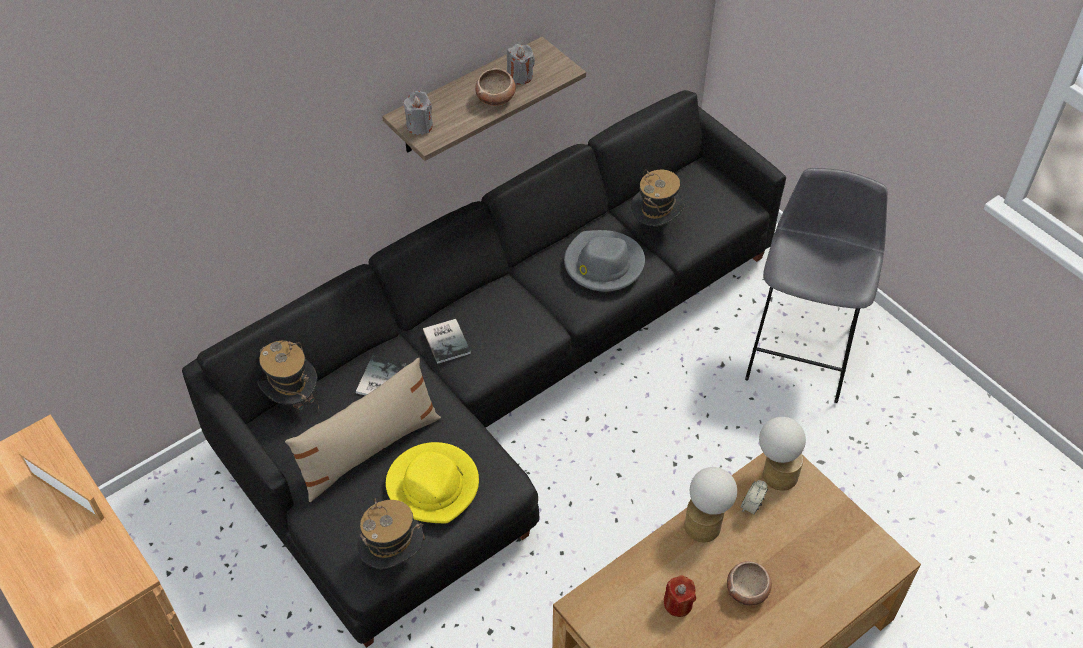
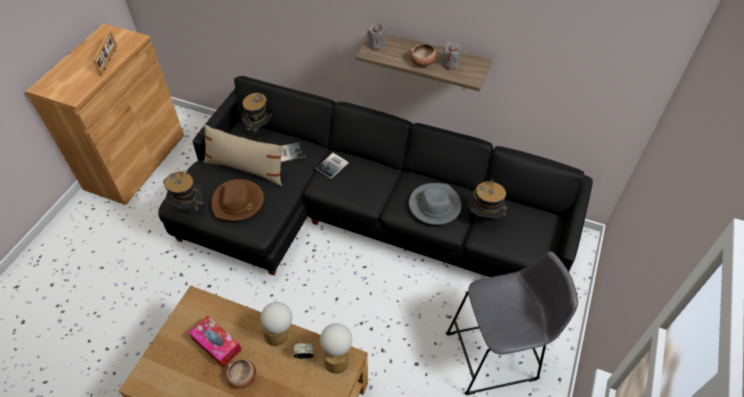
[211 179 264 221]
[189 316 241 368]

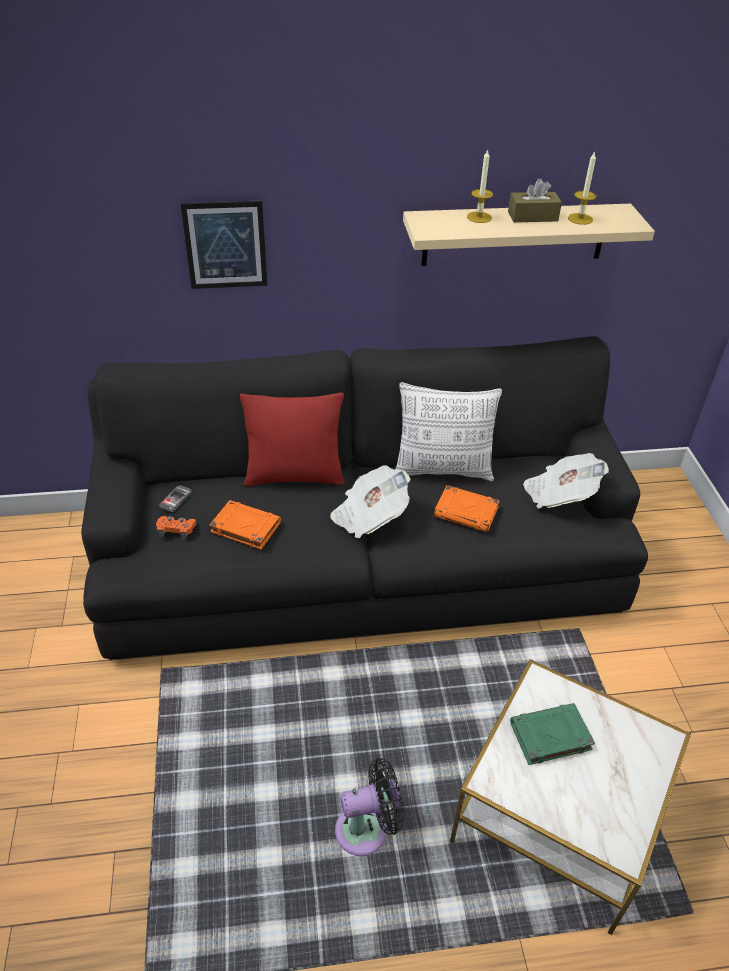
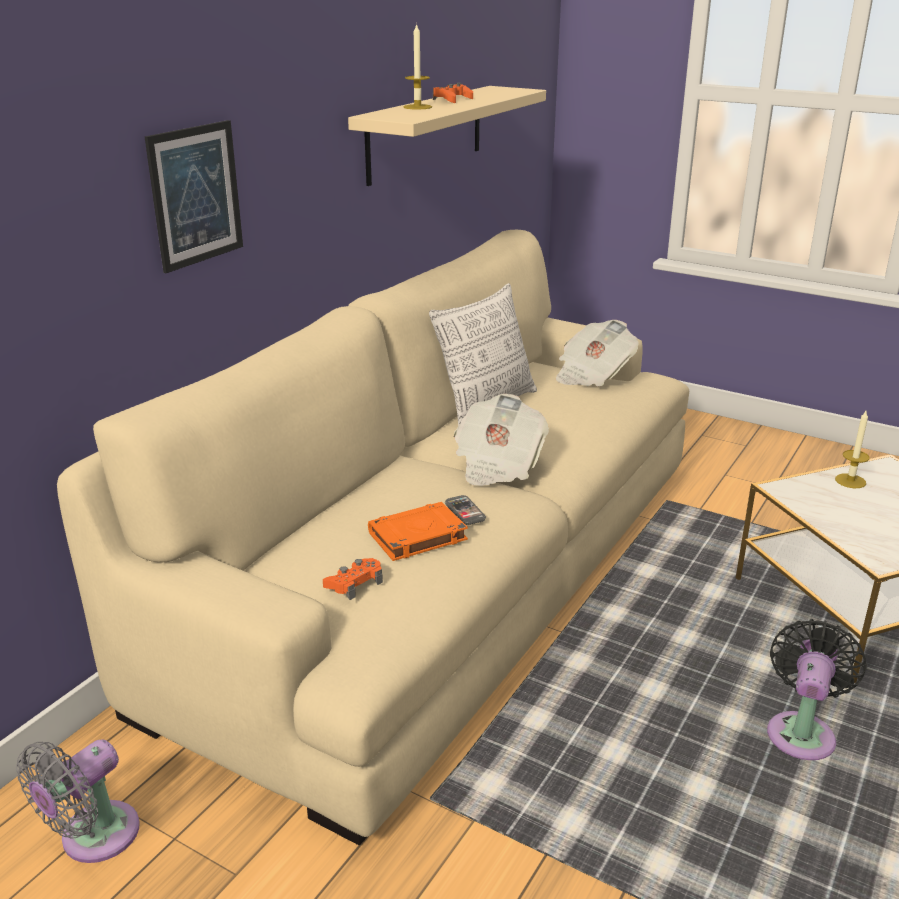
[57 230 689 845]
[445 495 486 525]
[240 393 345 486] (first image)
[434 485 500 532] (first image)
[433 83 473 103]
[510 703 595 765] (first image)
[835 409 870 488]
[16 740 140 863]

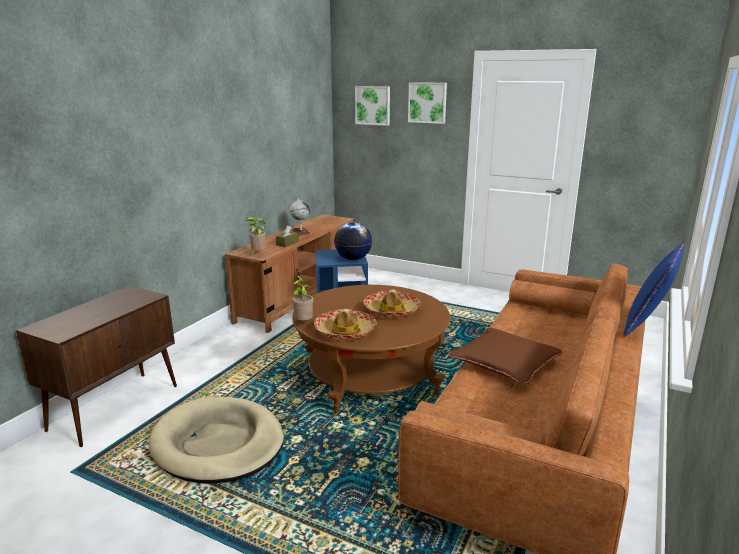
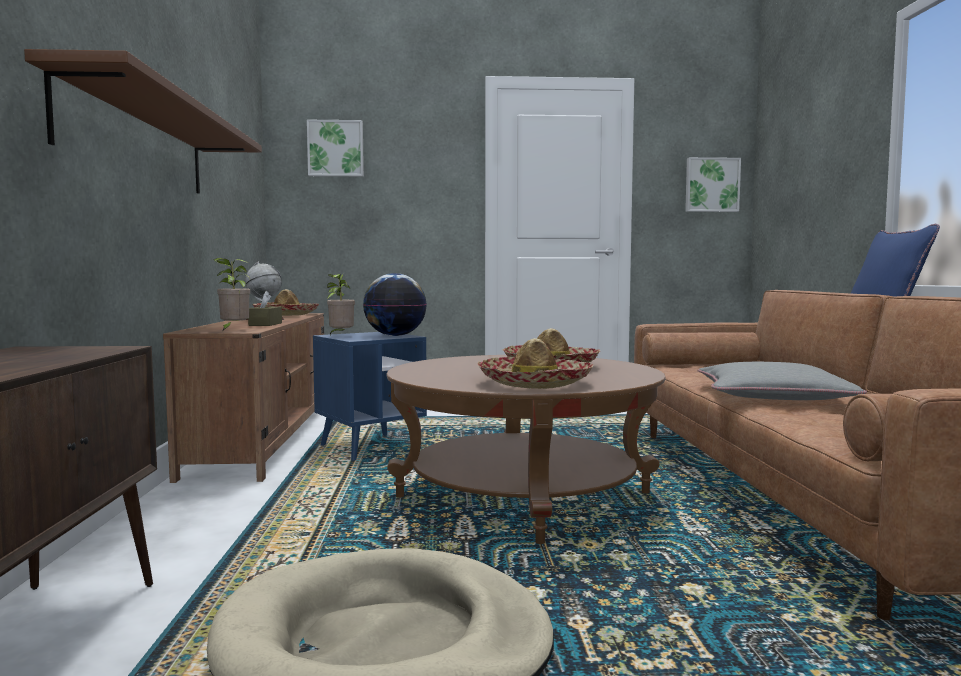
[327 274 355 335]
[685 157 741 212]
[698 362 867 400]
[24 49 262 194]
[253 289 319 316]

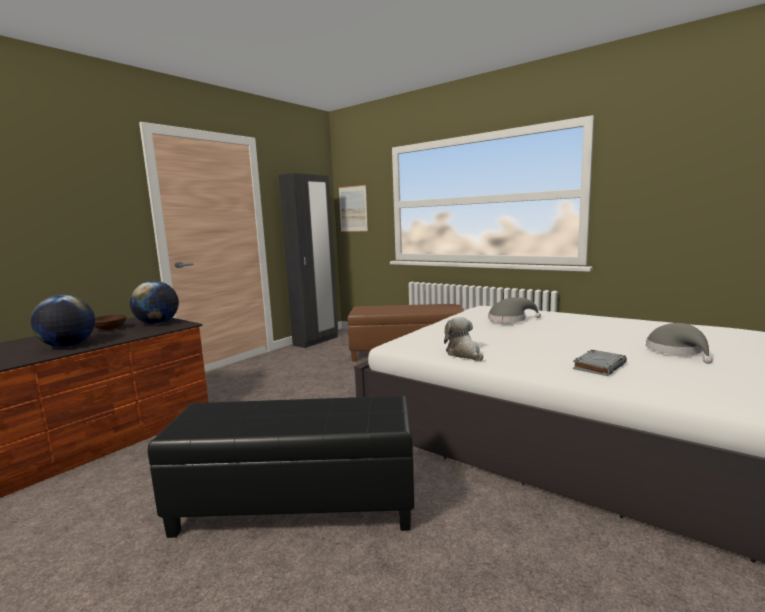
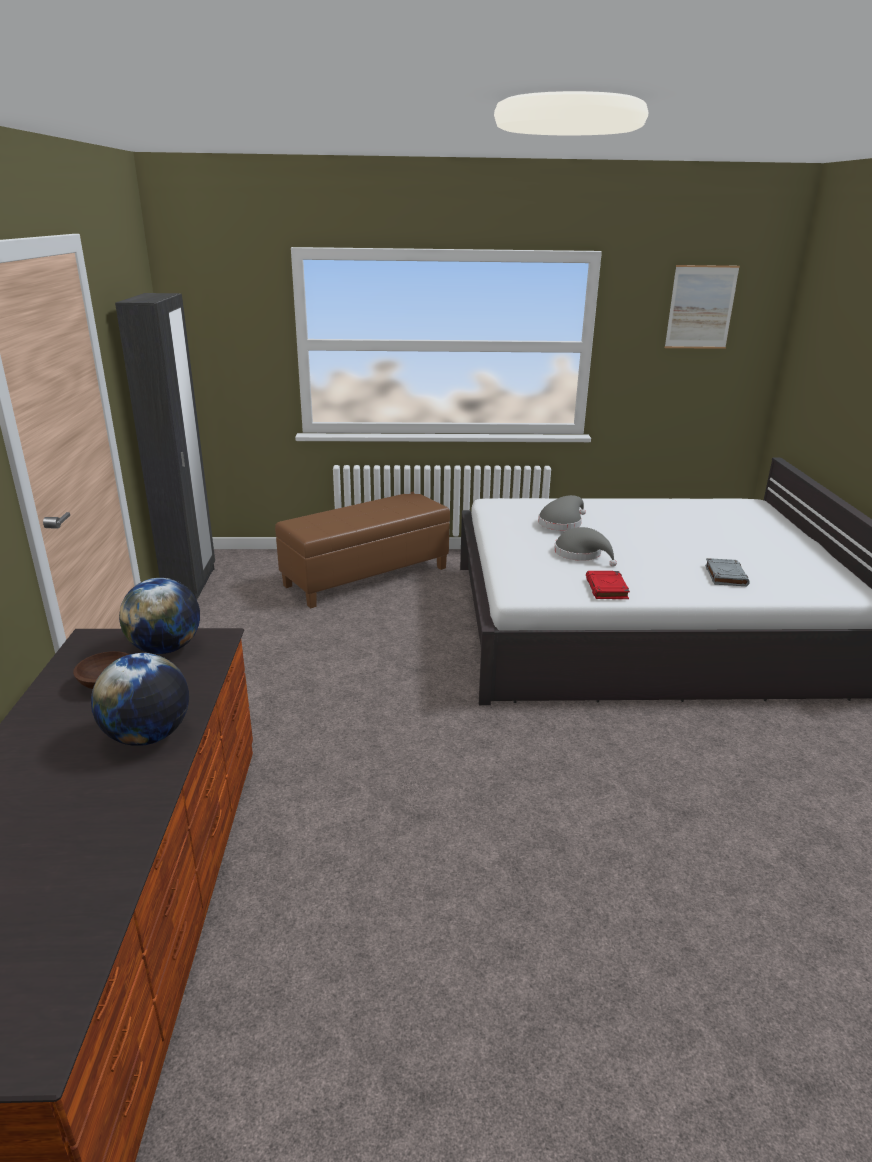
[147 396 414 538] (first image)
[665 265 740 349]
[586 571 630 599]
[554 527 617 567]

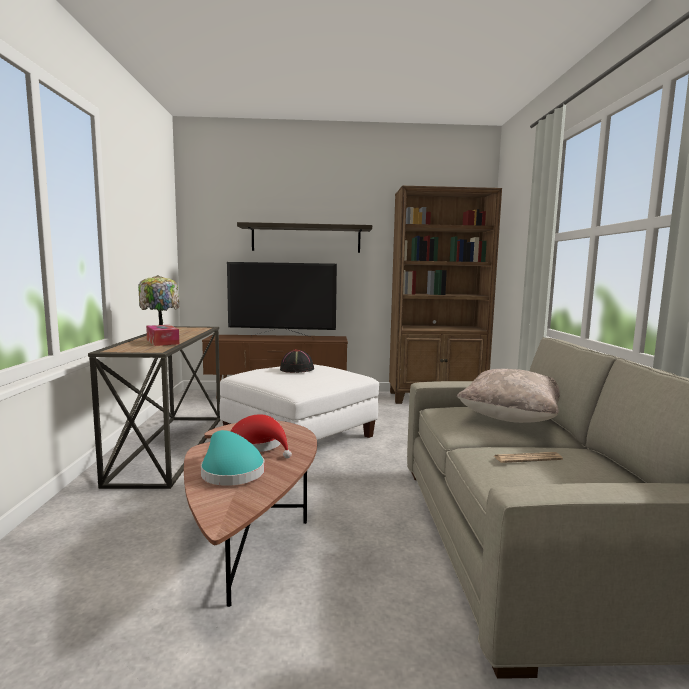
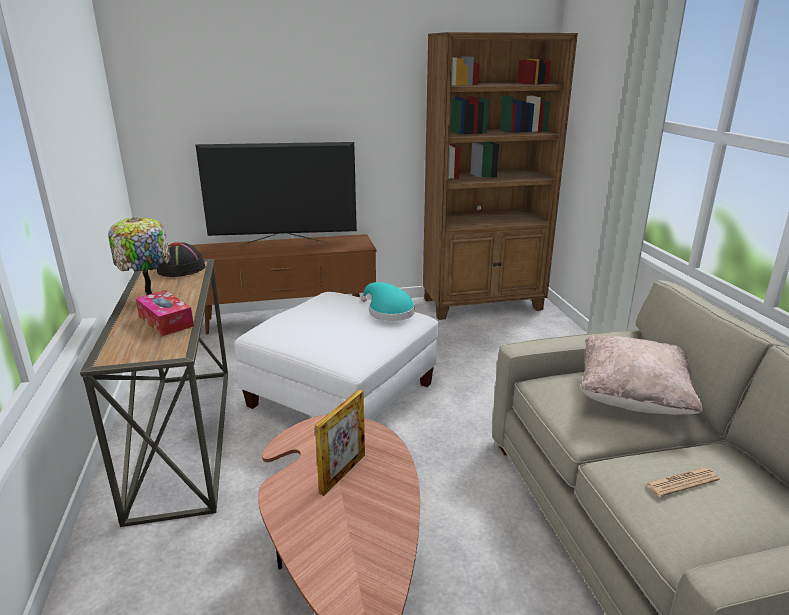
[361 282 415 321]
[315 389 365 496]
[237 222 372 253] (first image)
[157 242 206 277]

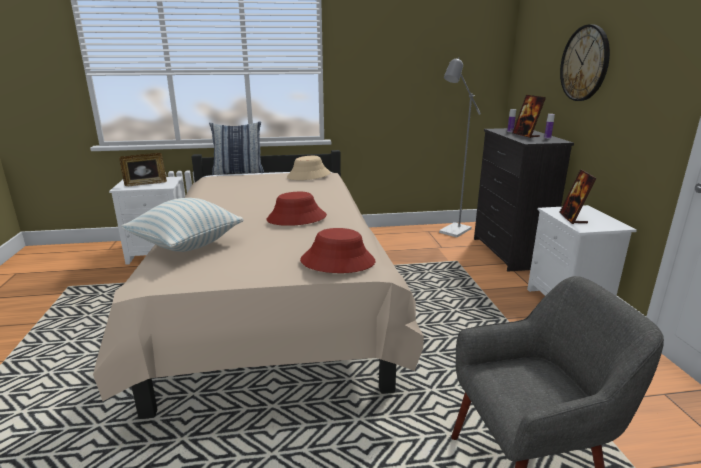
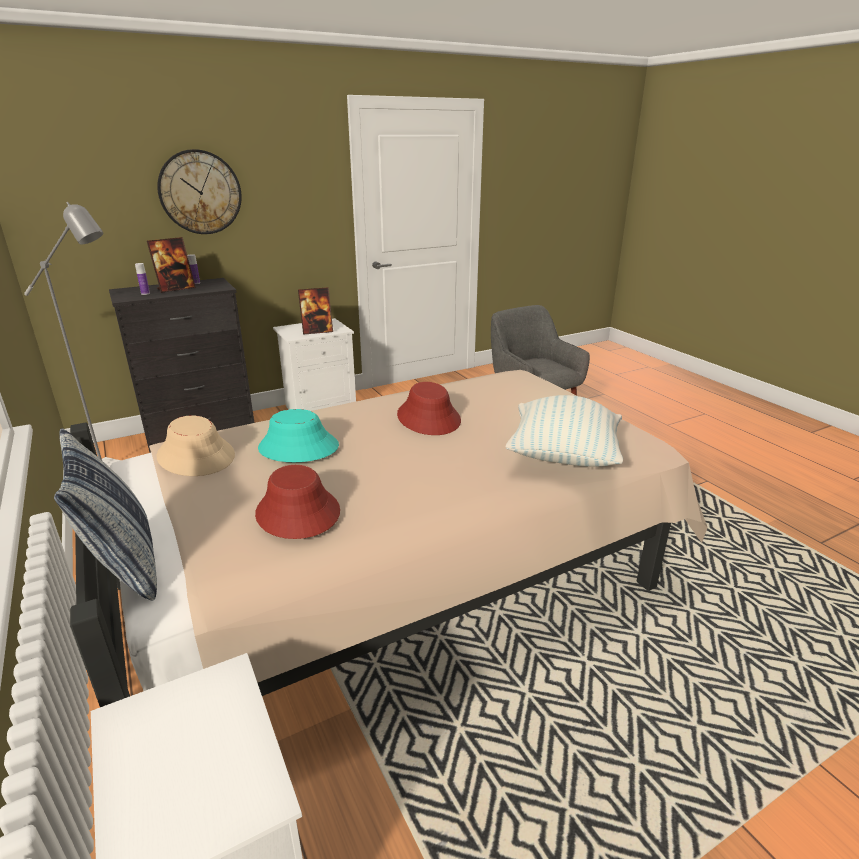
[119 153 167 186] (first image)
[255 465 340 539]
[258 409 339 462]

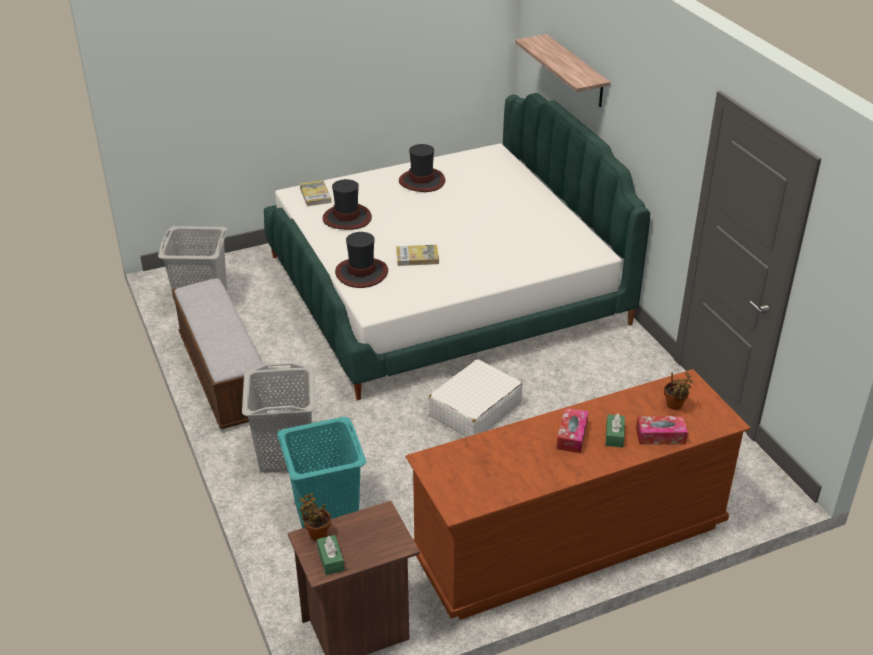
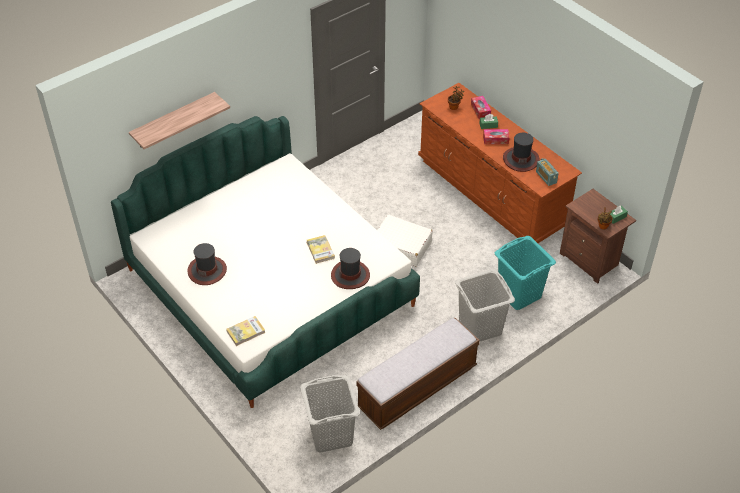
[503 133 539 172]
[536 158 559 186]

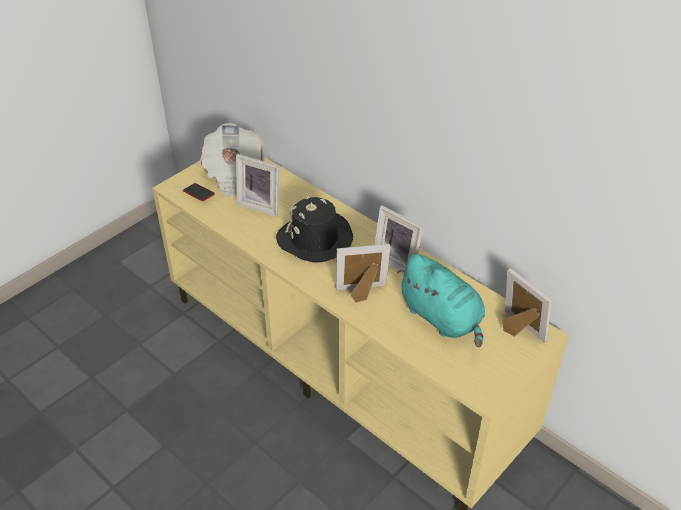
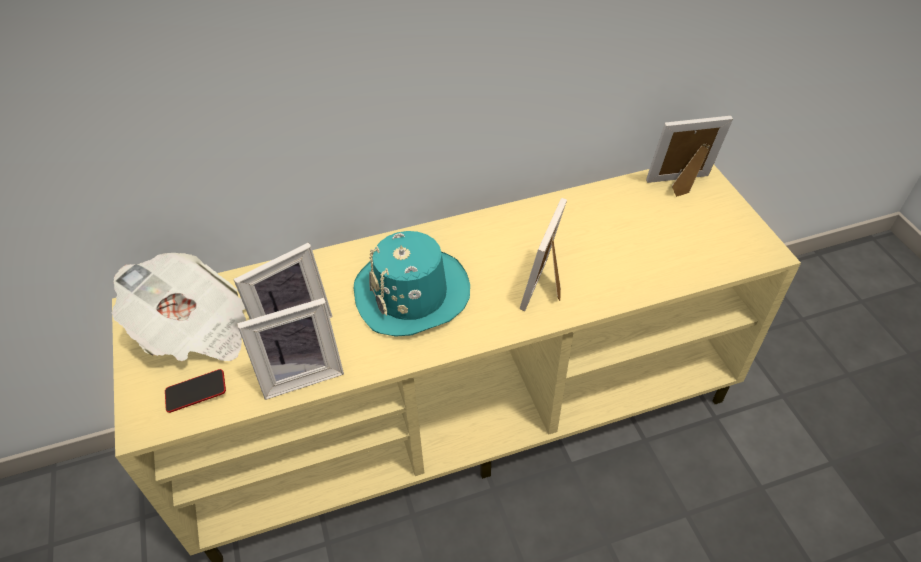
[354 231 470 337]
[237 298 344 400]
[397 254 485 347] (first image)

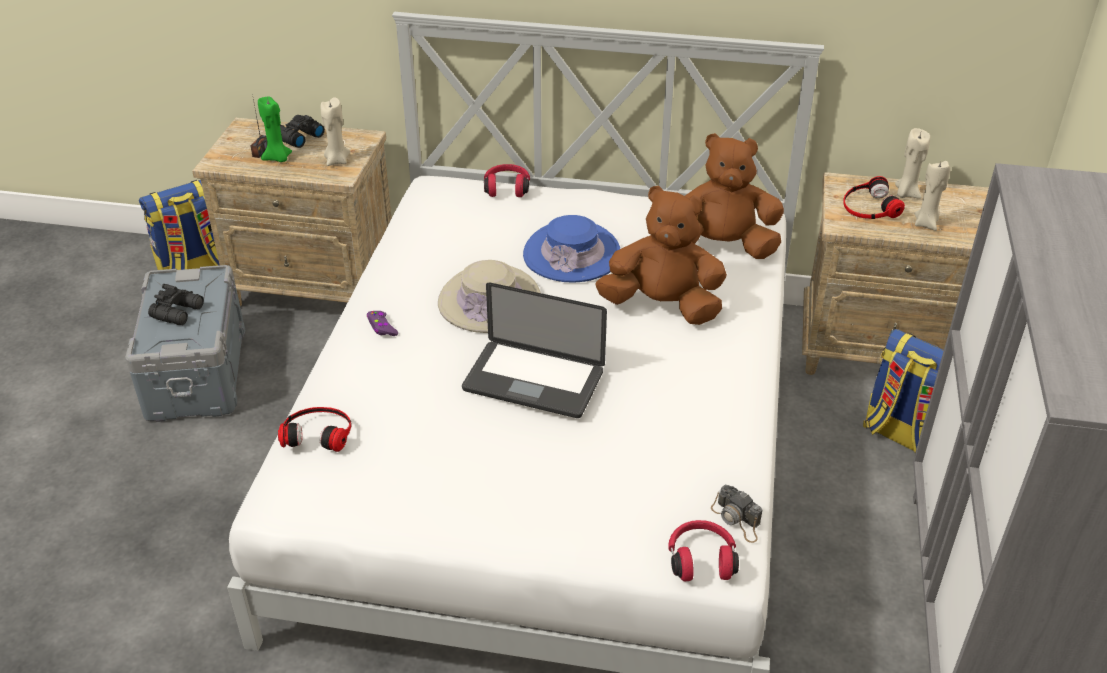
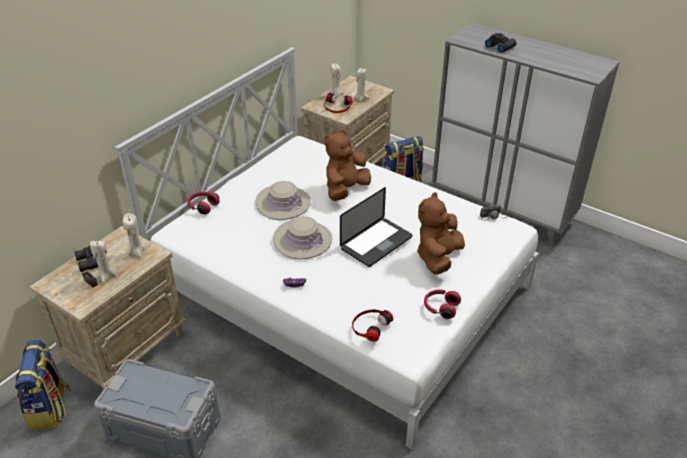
[485 33 517 53]
[90 240 117 283]
[256 181 311 220]
[424 290 461 319]
[417 192 465 275]

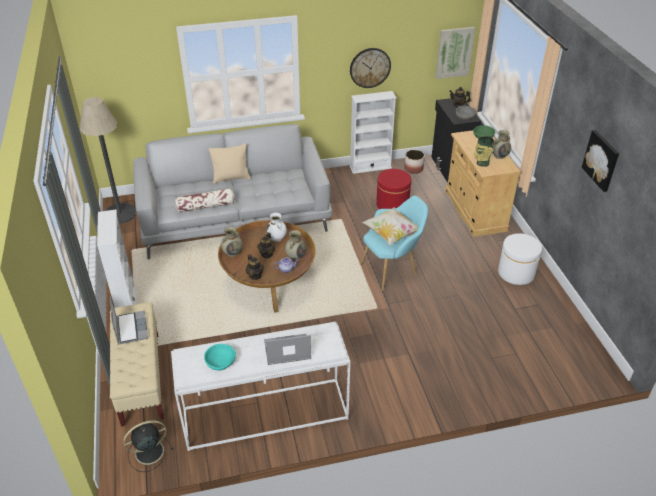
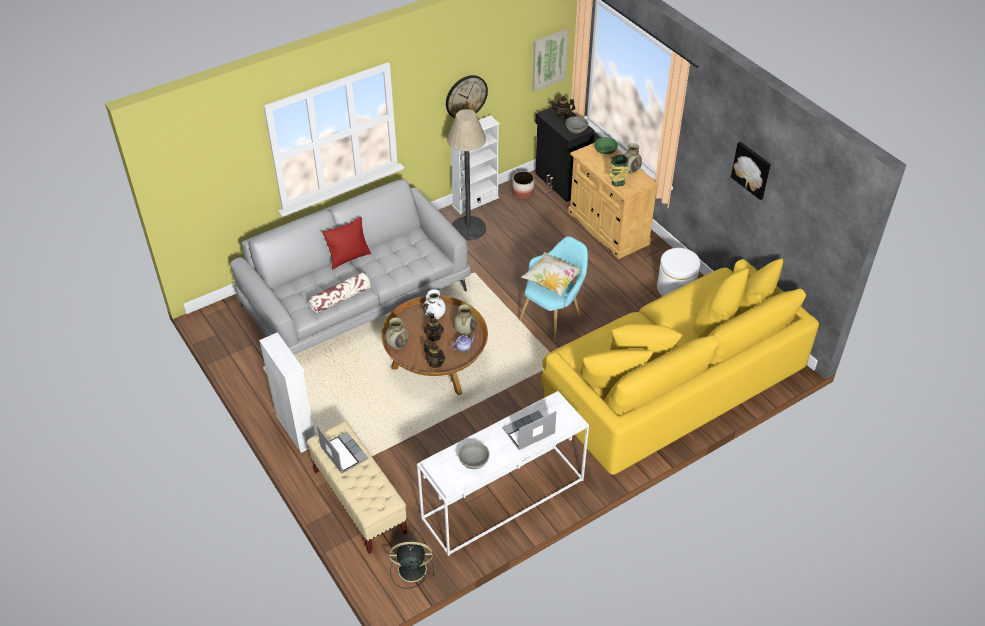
[447 109 486 240]
[389 541 435 589]
[458 442 489 469]
[322 217 371 269]
[376 169 411 209] (first image)
[542 259 819 475]

